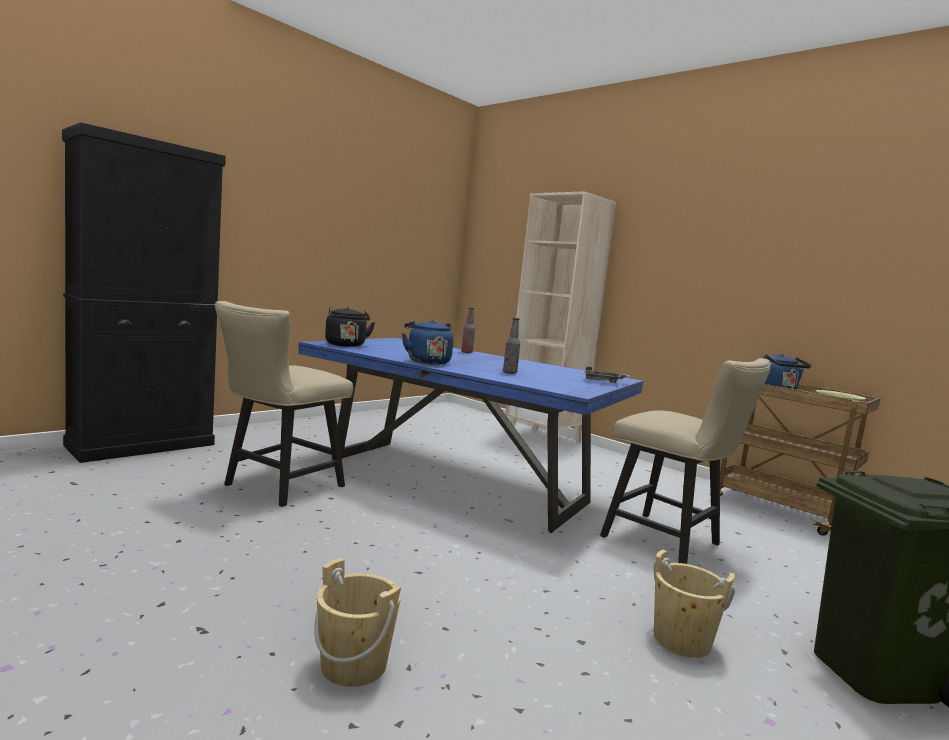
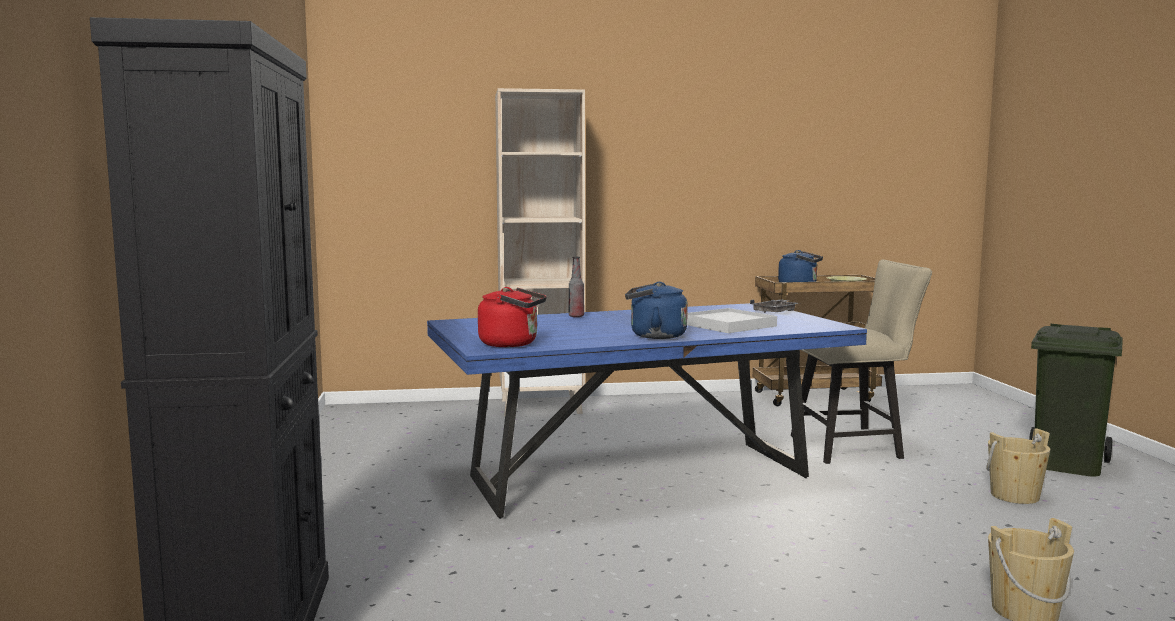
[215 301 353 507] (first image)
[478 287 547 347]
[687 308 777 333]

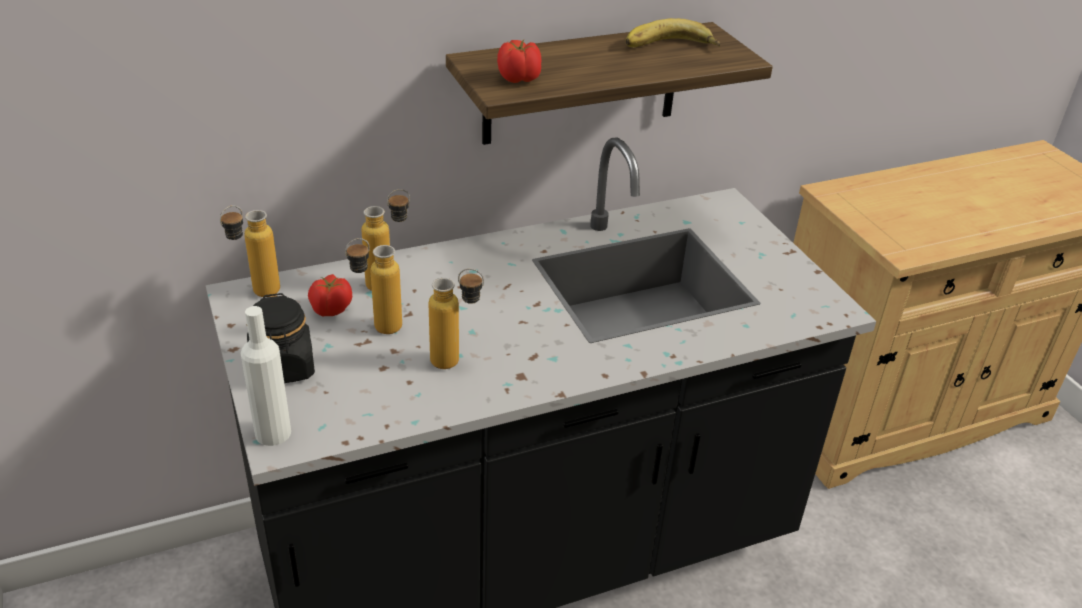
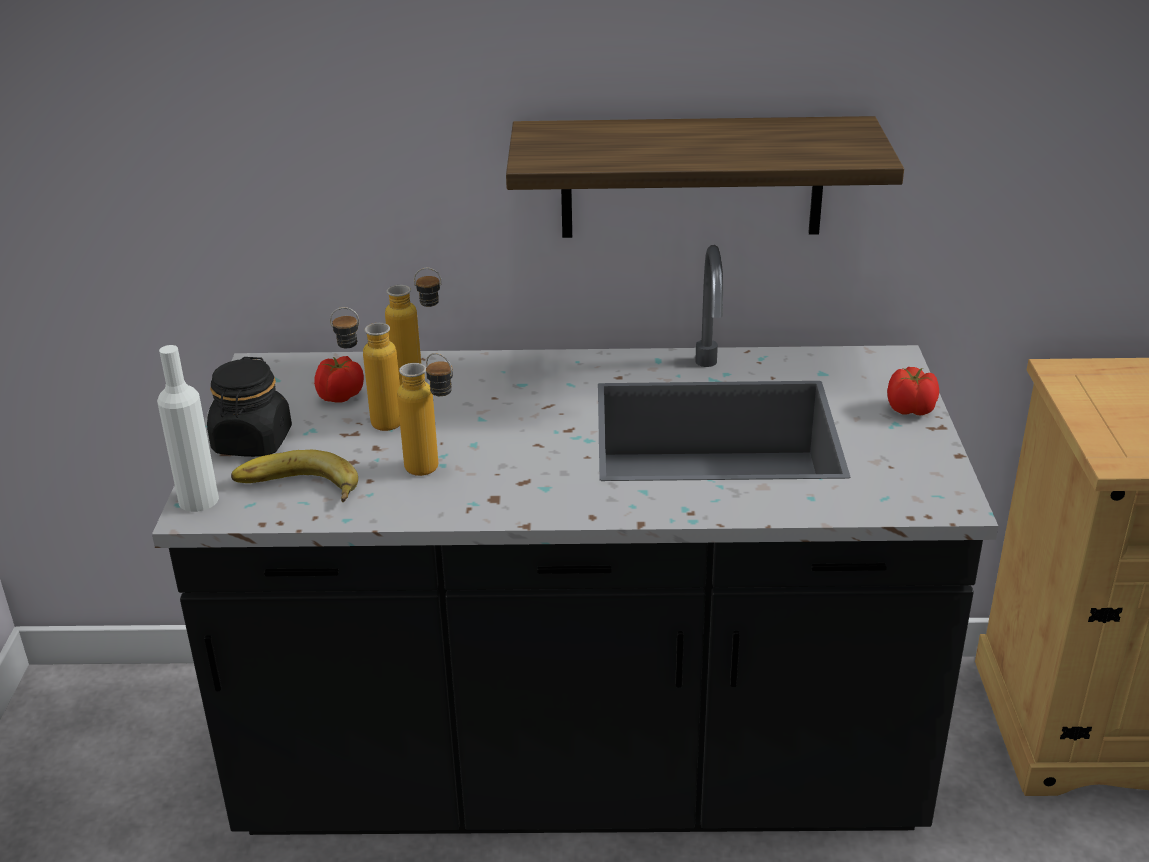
[220 205 280 297] (first image)
[887 367 939 415]
[231 450 358 502]

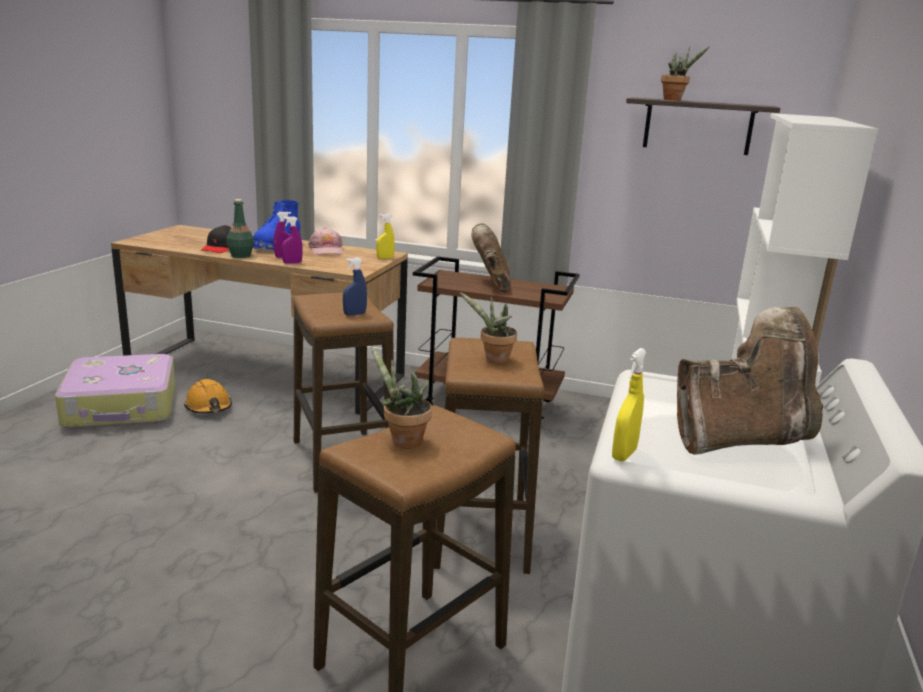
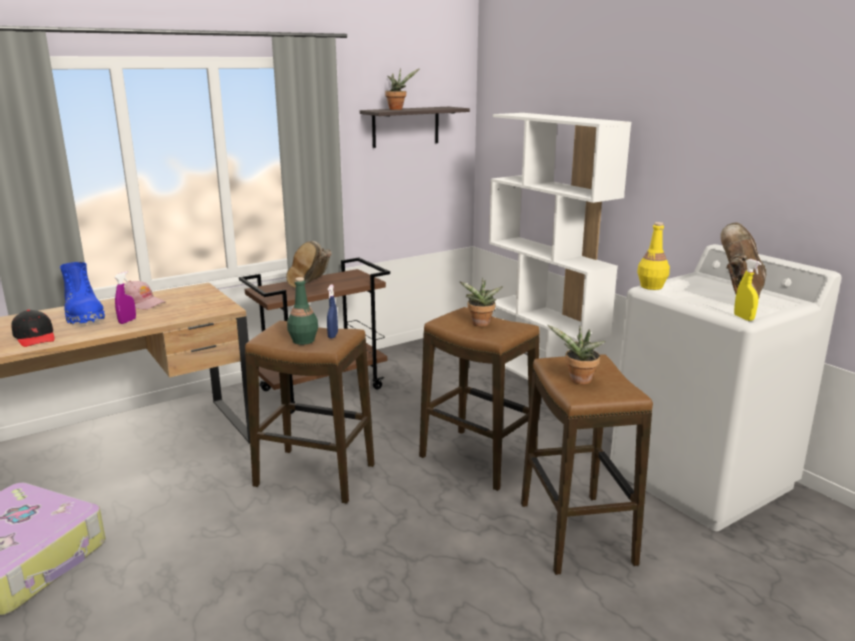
[184 379 232 414] (first image)
[287 277 318 345]
[282 216 303 264] (first image)
[376 214 395 259] (first image)
[286 241 331 288]
[637 222 670 290]

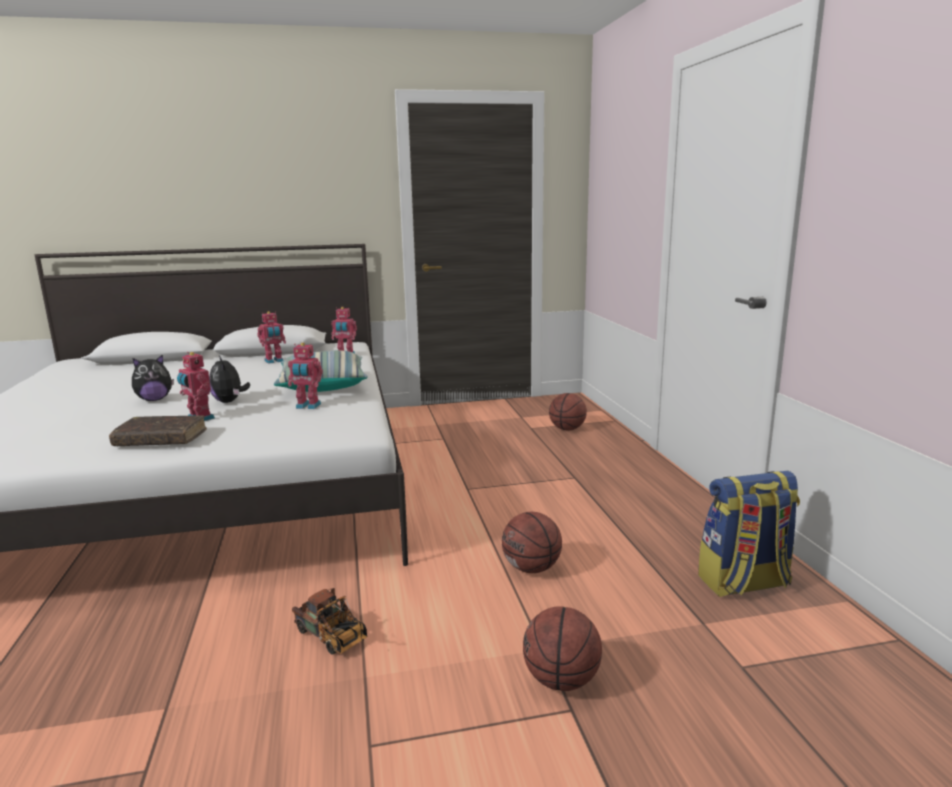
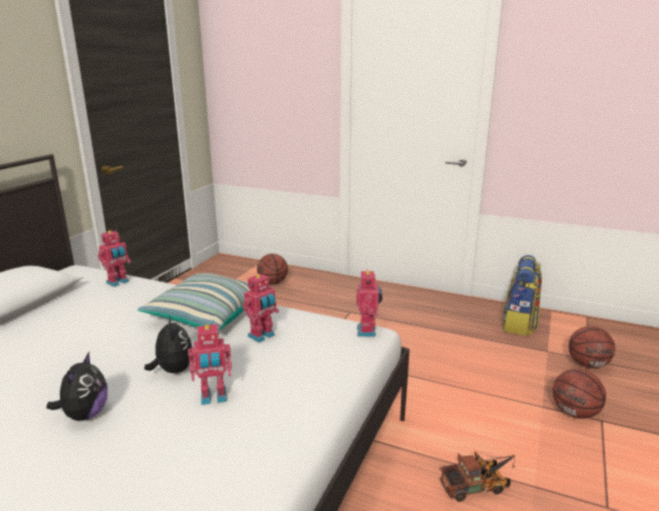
[109 415 207 446] (first image)
[144 314 193 373]
[357 268 382 337]
[569 326 615 368]

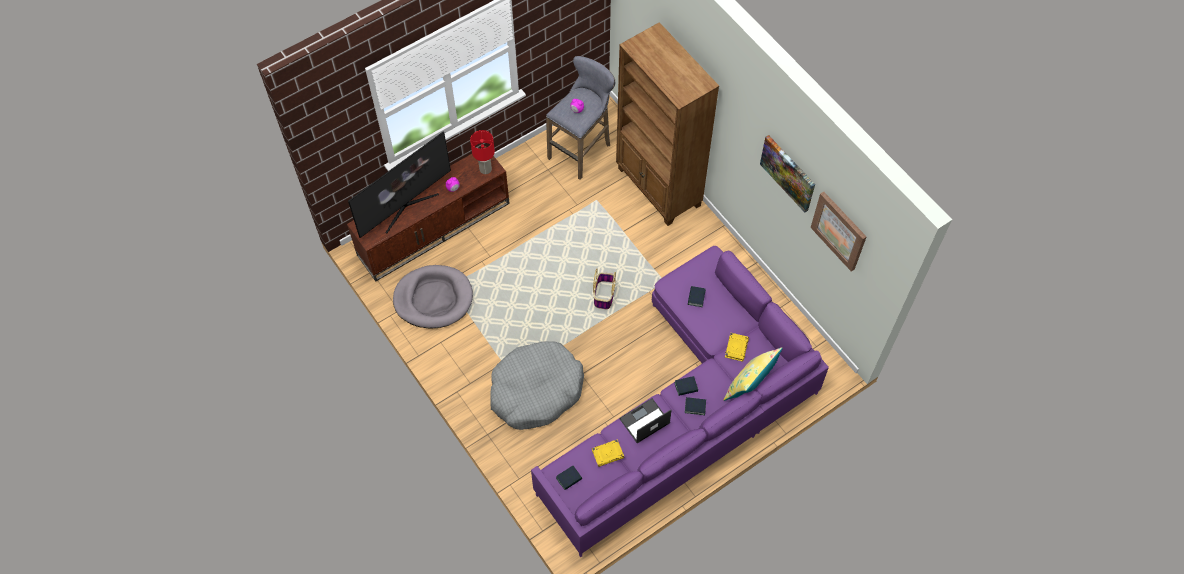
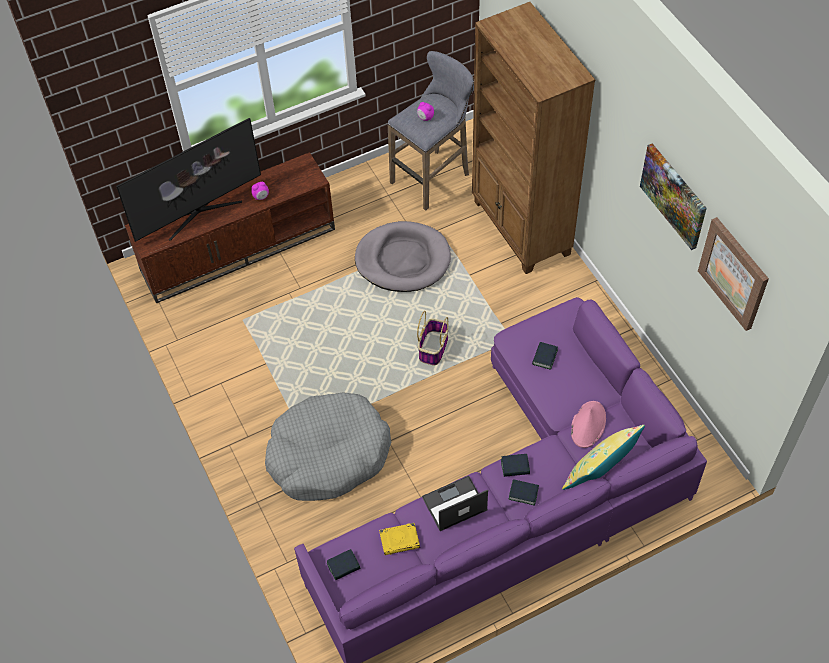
[355 221 451 292]
[470 130 495 174] (first image)
[571 401 606 448]

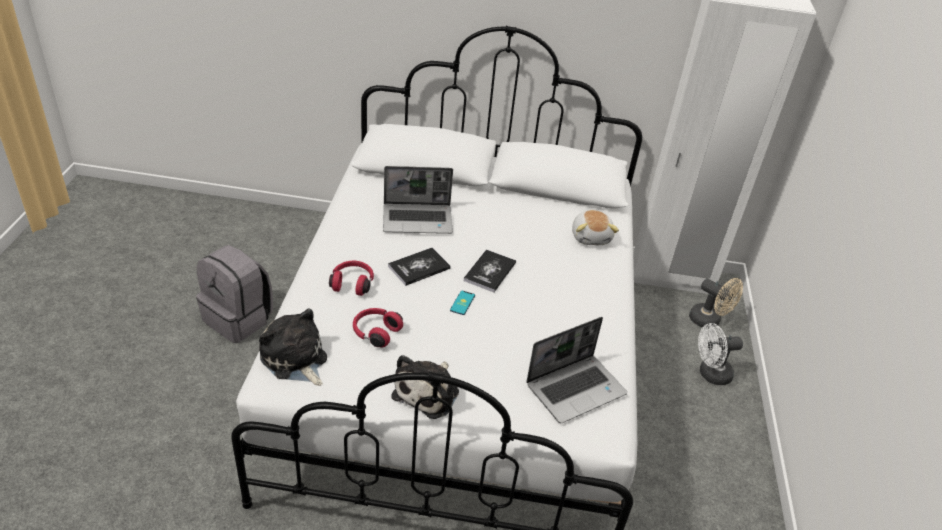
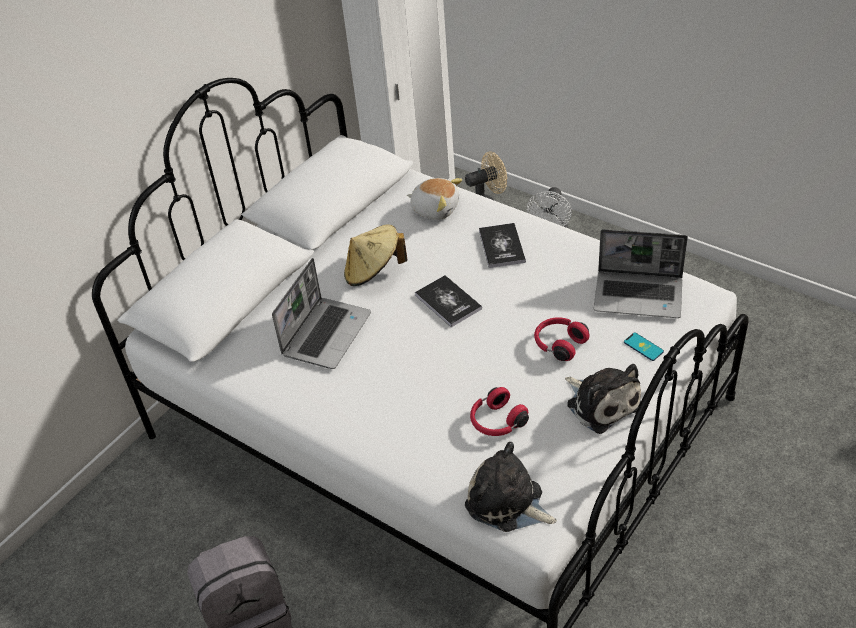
[465 442 557 532]
[534 317 590 361]
[479 223 526 268]
[624 332 664 361]
[594 229 688 318]
[344 224 407 286]

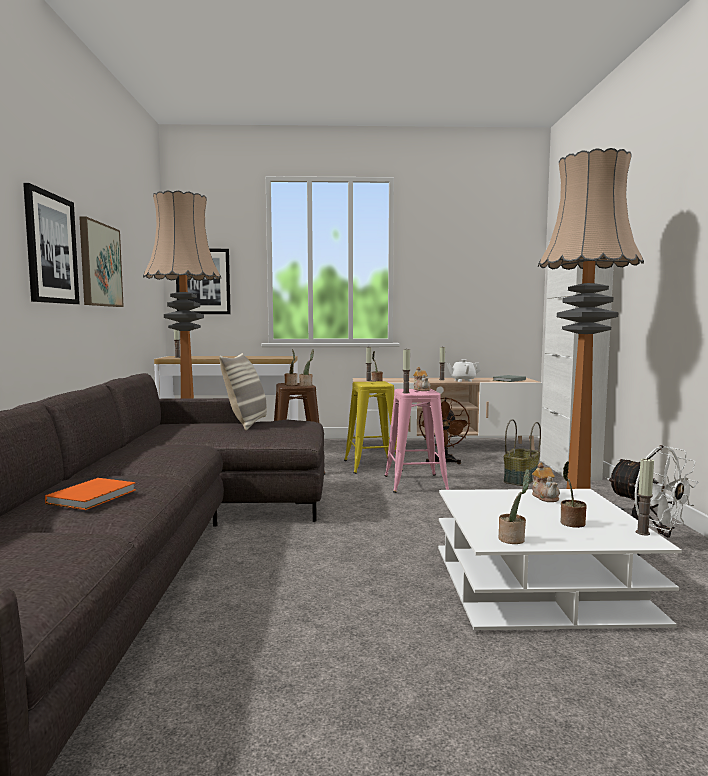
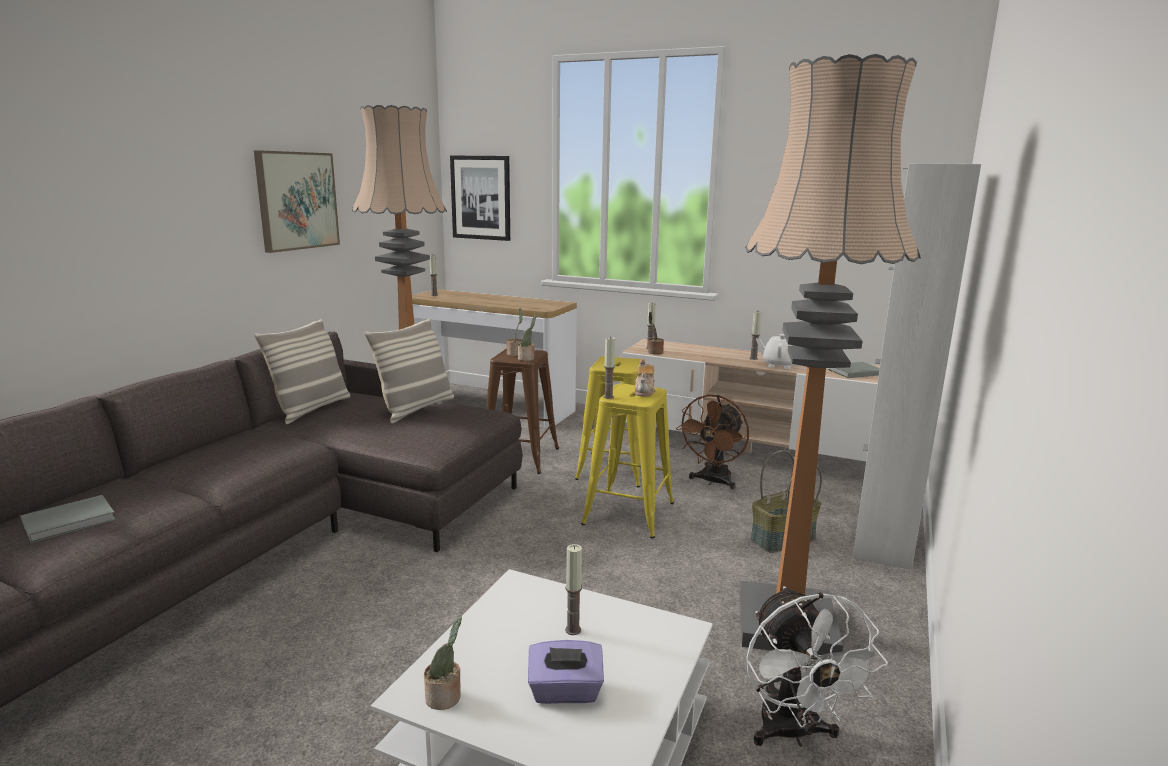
[23 183 80 304] (first image)
[20 495 116 543]
[581 383 674 539]
[532 463 560 502] (first image)
[528 640 604 704]
[565 544 582 635]
[254 319 350 424]

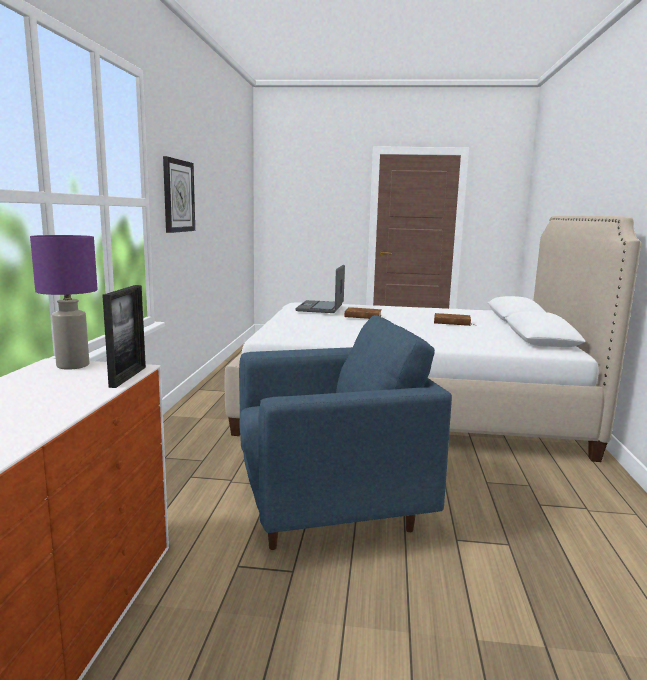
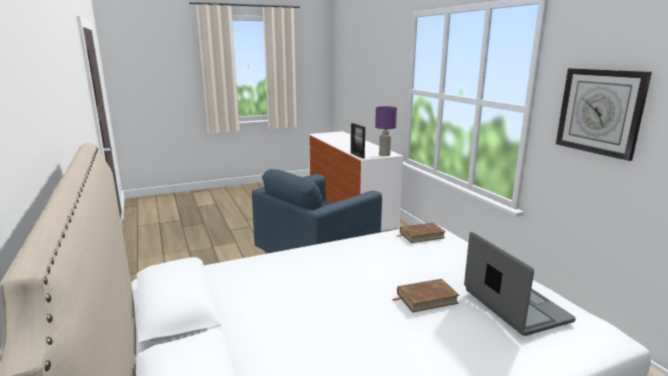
[396 222 446 243]

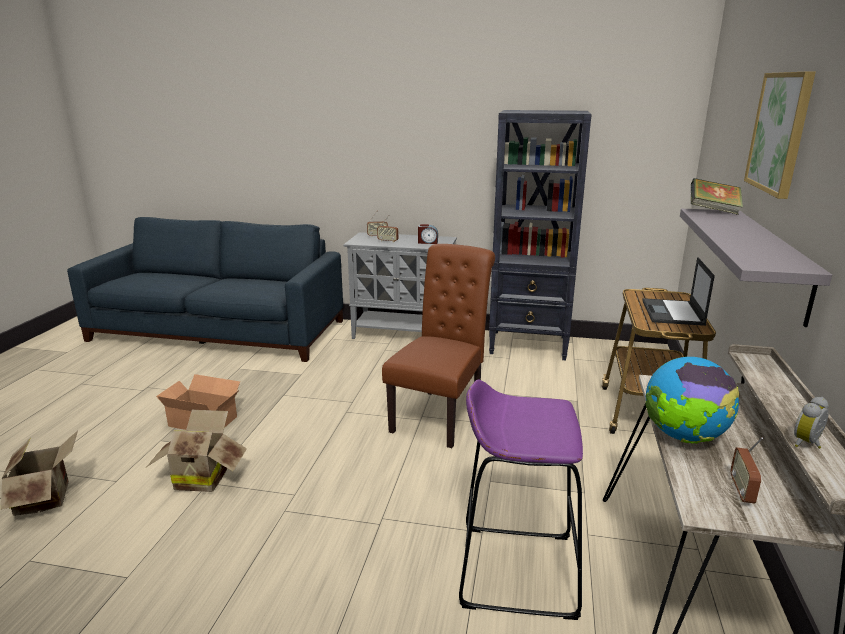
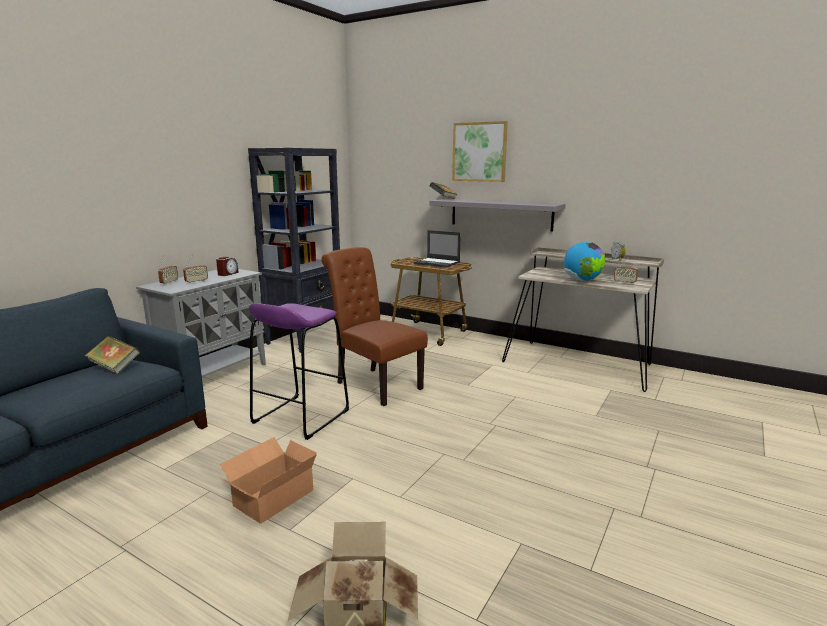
[147 410 247 492] (first image)
[249 303 349 440]
[85 336 140 374]

